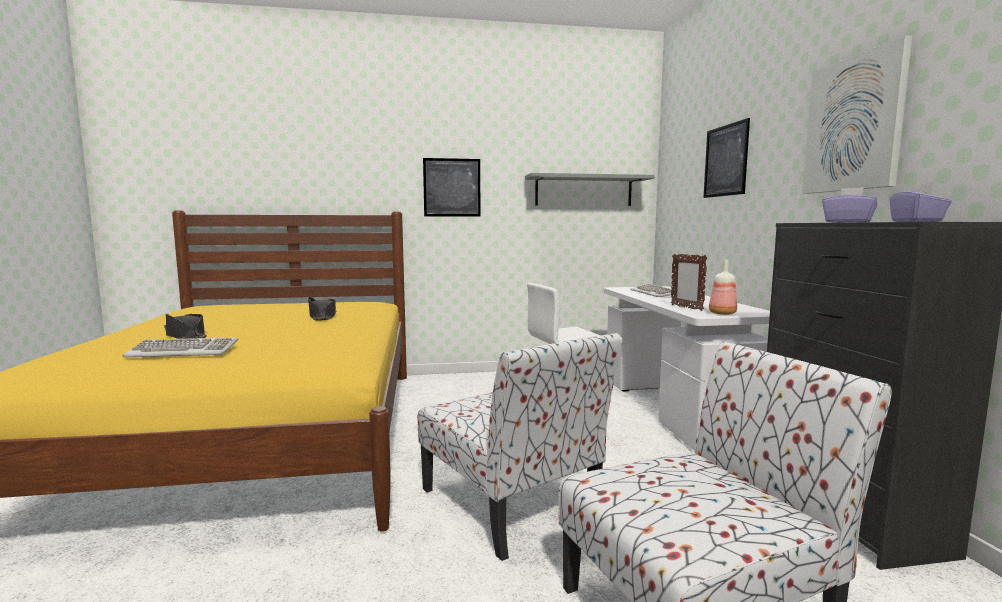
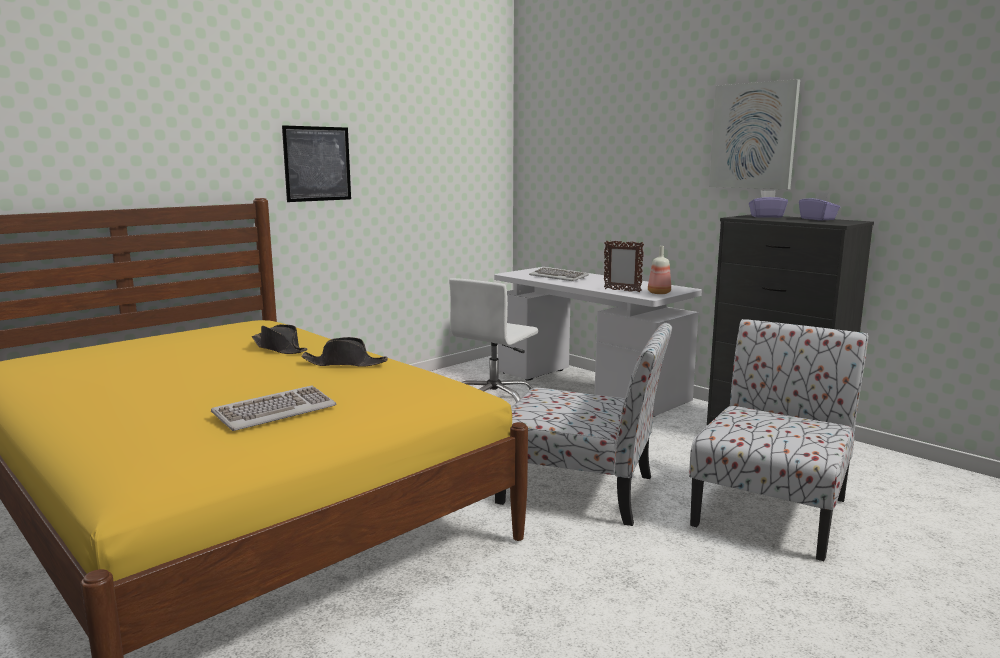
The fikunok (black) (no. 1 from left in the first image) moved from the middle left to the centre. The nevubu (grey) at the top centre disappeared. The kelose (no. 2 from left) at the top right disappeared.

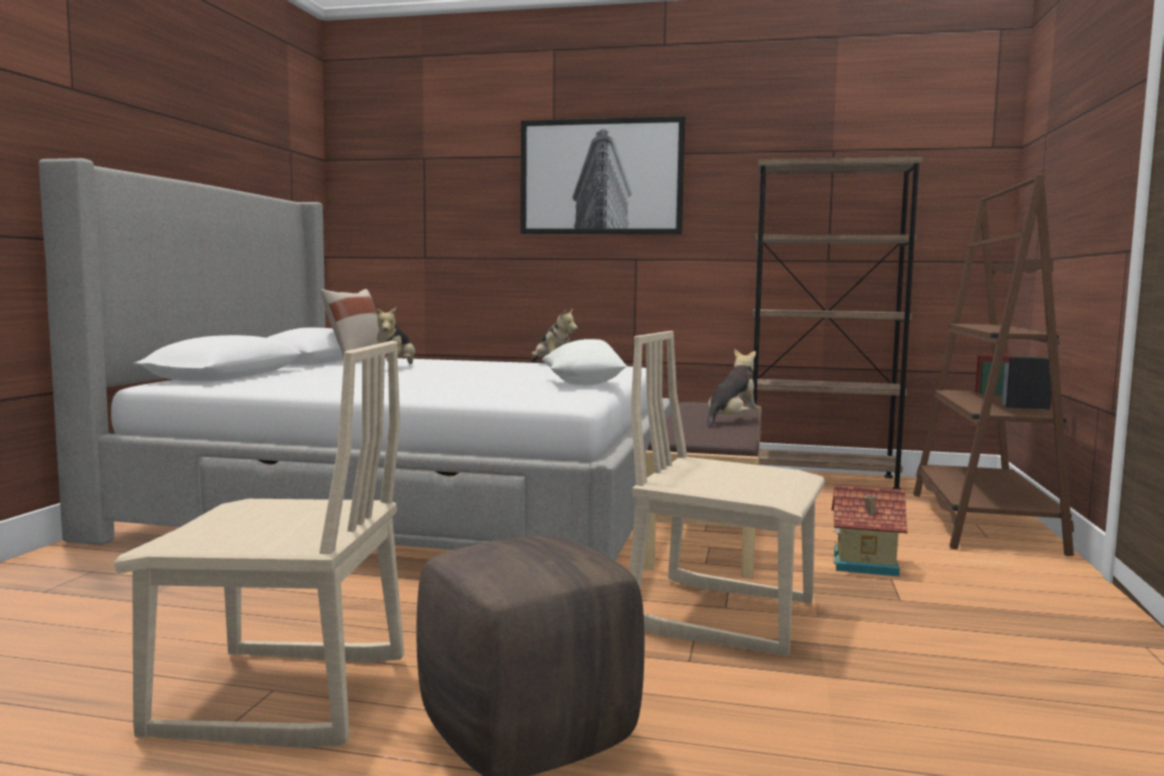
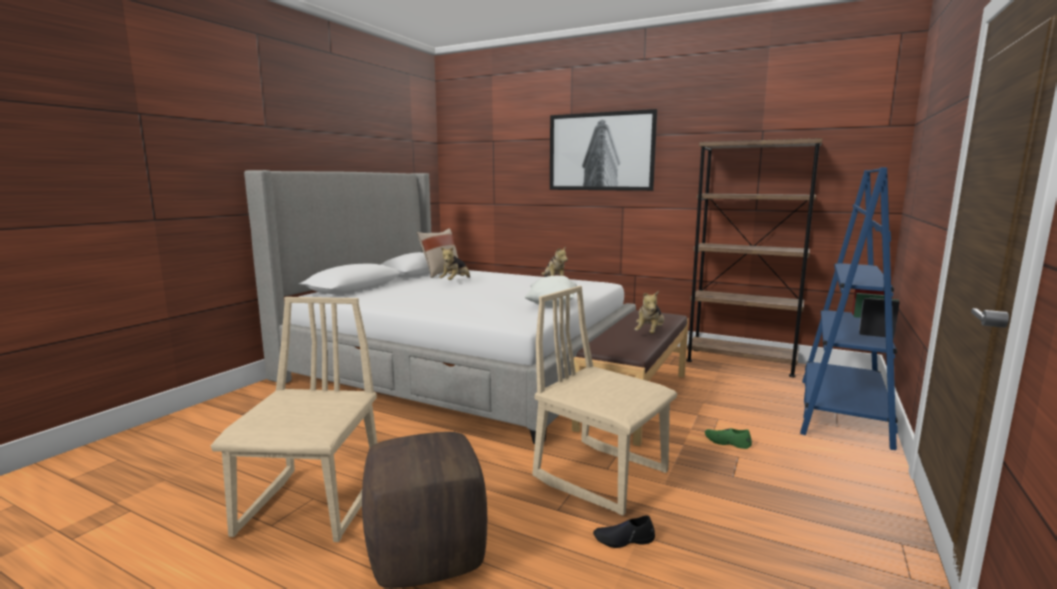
The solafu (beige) (no. 1 from left) at the bottom left turned 105 degrees counterclockwise. The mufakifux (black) at the bottom centre appeared. The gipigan (no. 3 from left) at the centre turned 150 degrees clockwise. The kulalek at the bottom right was replaced by the mufakifux (green) at the bottom right. The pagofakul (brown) (no. 2 from left) at the middle right became the pagofakul (blue) at the middle right.

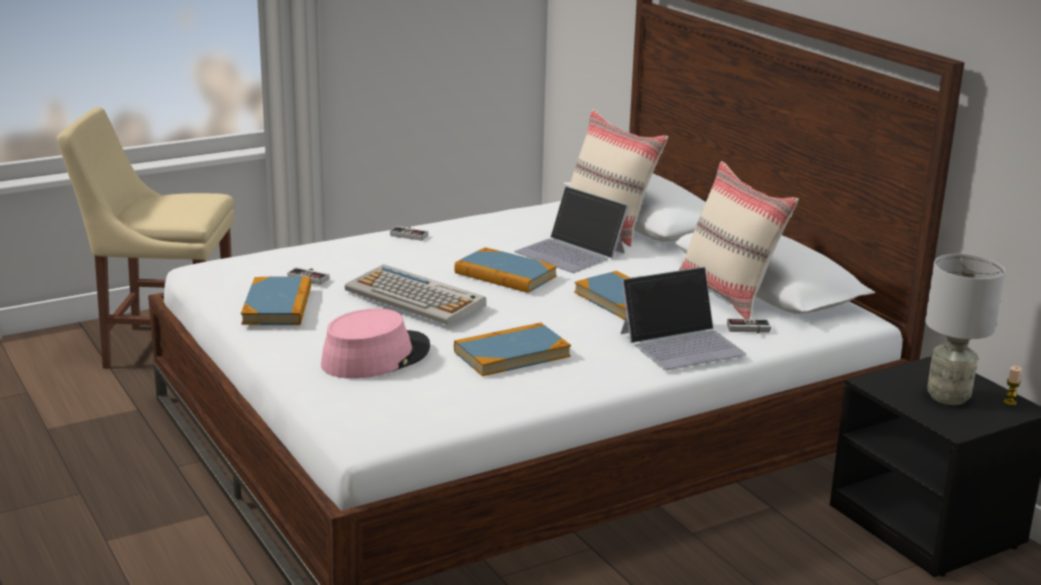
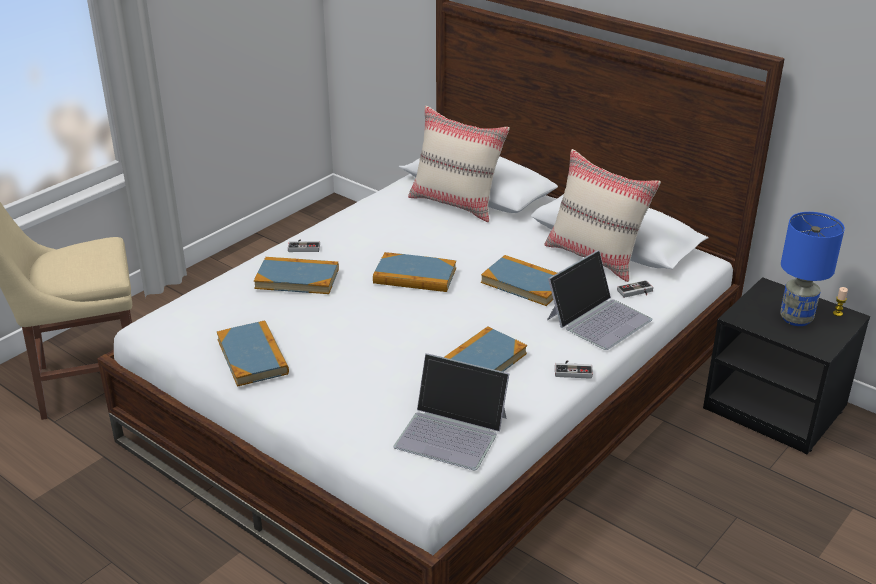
The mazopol (no. 2 from left) at the centre appeared. The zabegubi (no. 1 from left) moved from the centre to the bottom centre. The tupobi (no. 1 from left in the first image) moved from the middle left to the centre. The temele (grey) at the middle right became the temele (blue) at the middle right. The fikunok (pink) at the centre disappeared. The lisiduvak at the centre disappeared.

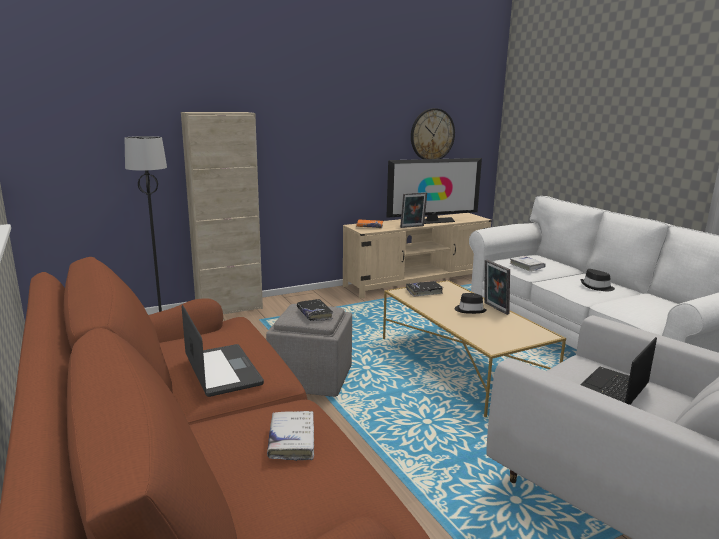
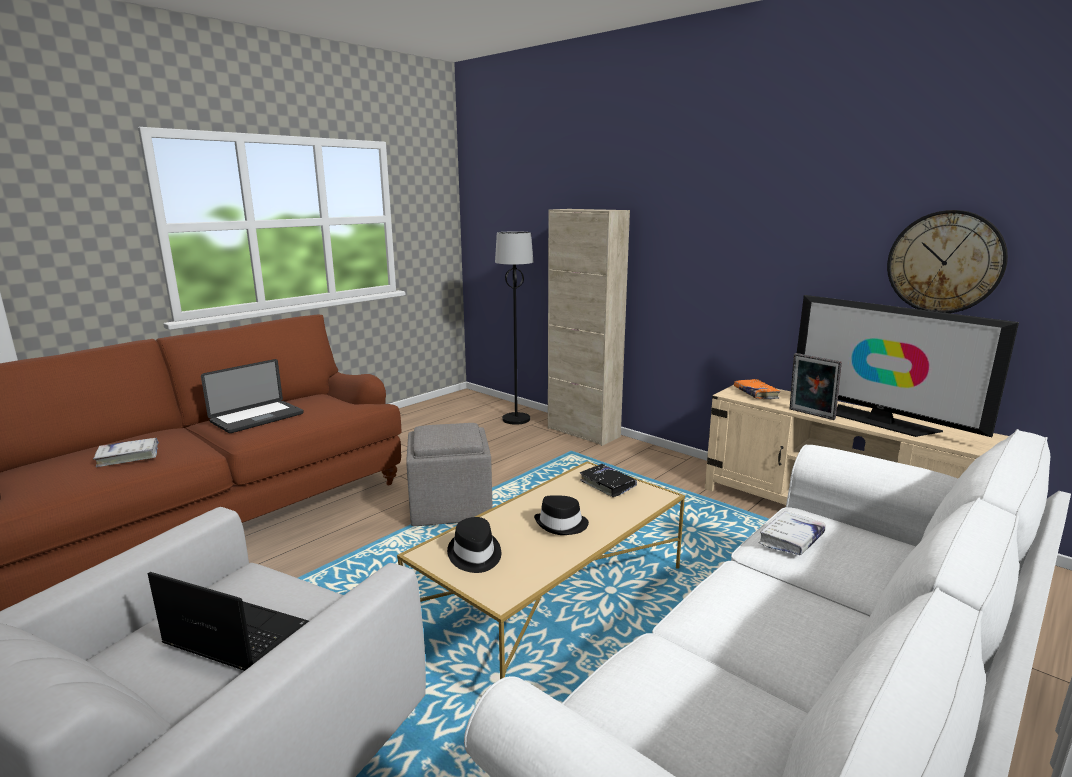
The fikunok (black) (no. 2 from left in the first image) moved from the middle right to the bottom centre. The mazopol (black) (no. 1 from left) at the centre disappeared. The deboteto (no. 2 from left) at the middle right disappeared.

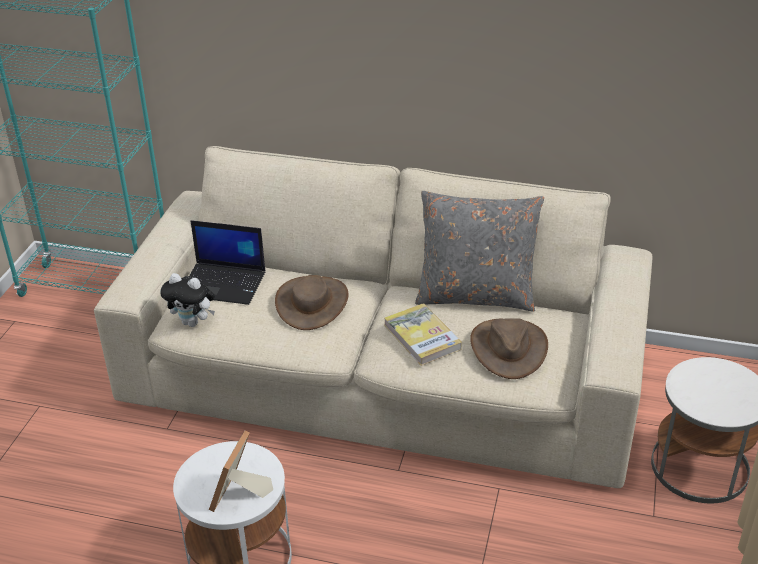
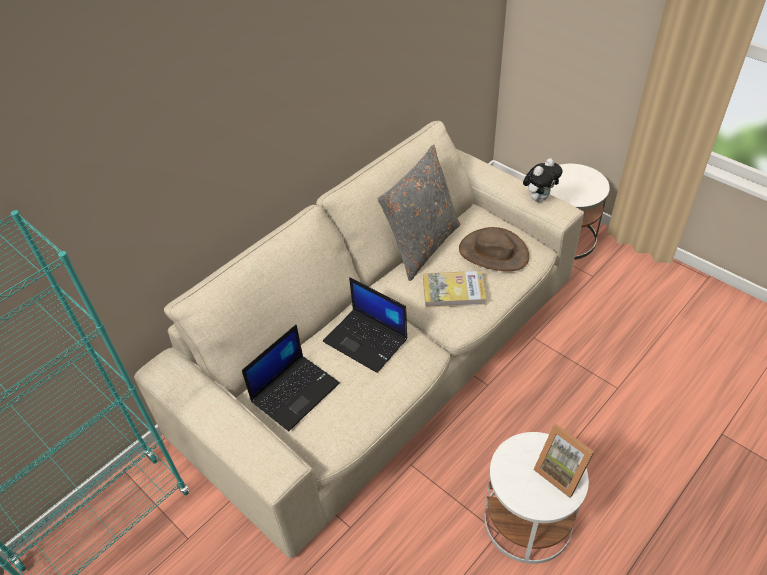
The fikunok (brown) (no. 1 from left) at the centre was replaced by the zabegubi (no. 2 from left) at the centre. The gipigan moved from the middle left to the top right.

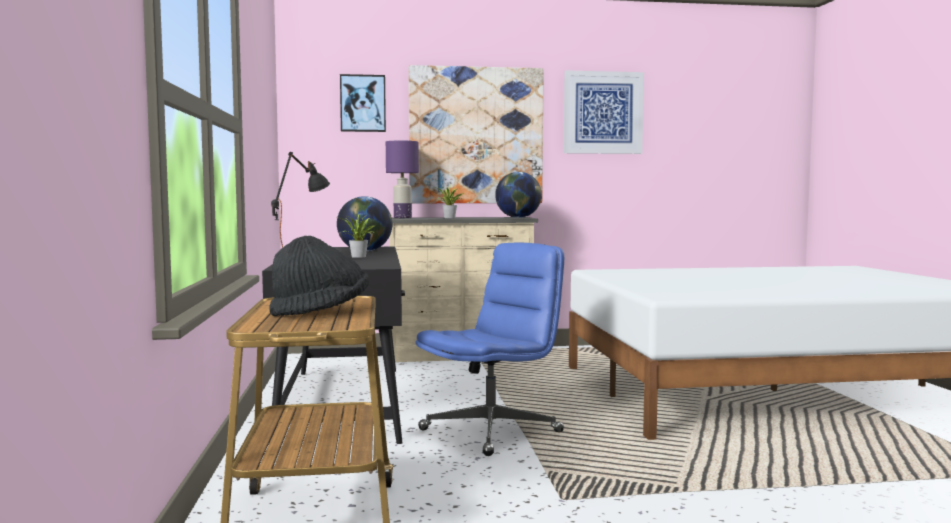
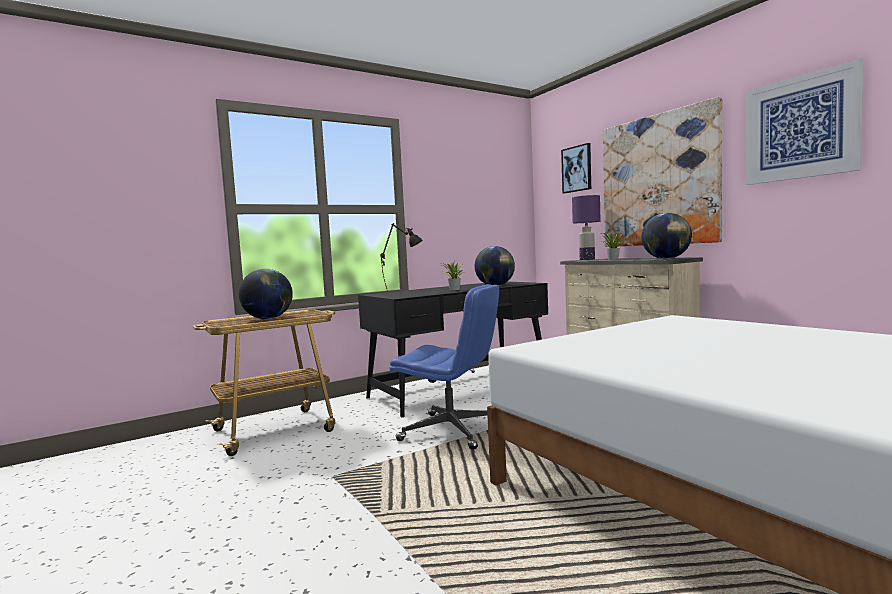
The fikunok (black) at the centre was replaced by the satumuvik (no. 1 from left) at the middle left.

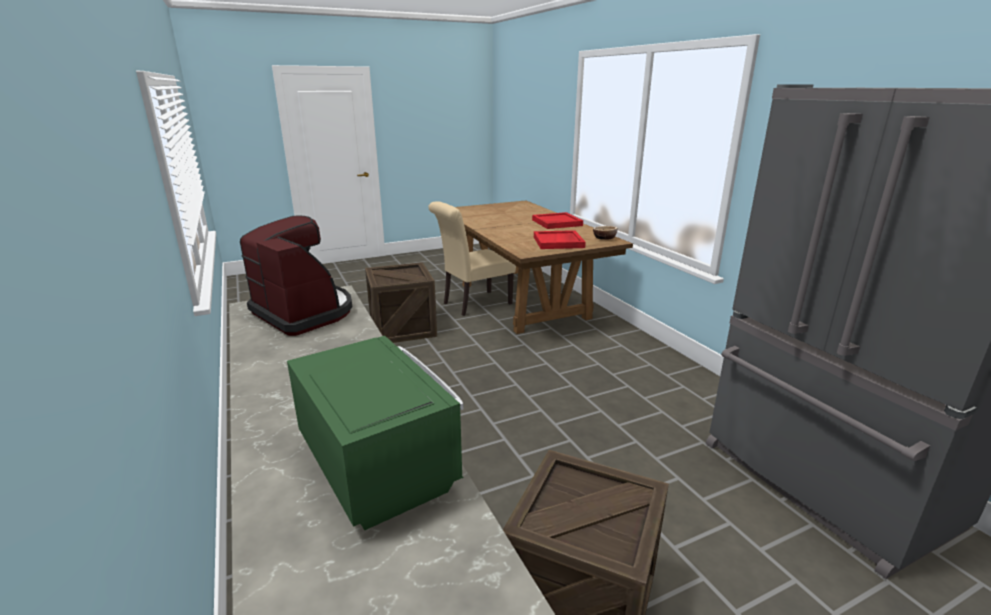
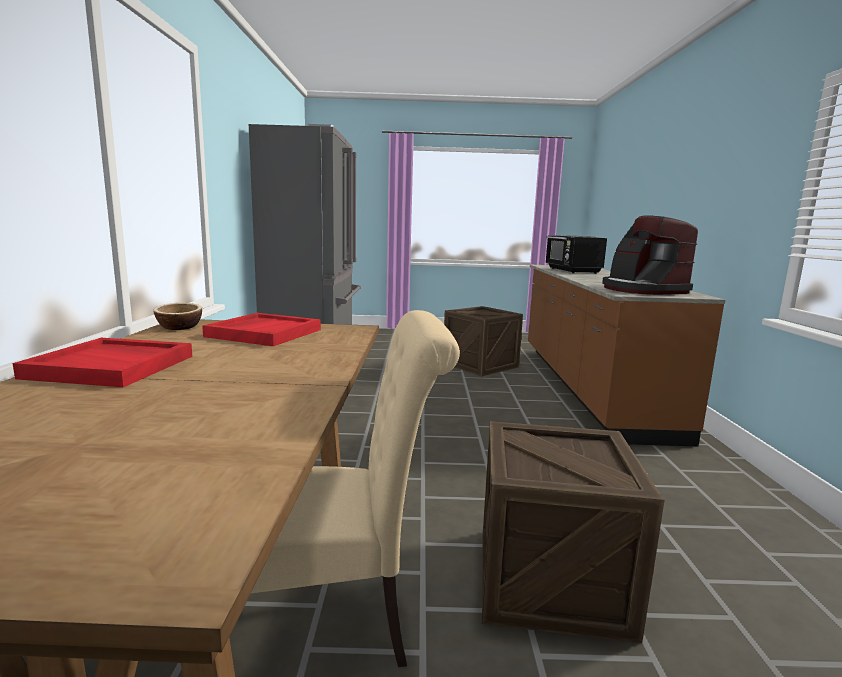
The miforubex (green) at the bottom centre became the miforubex (black) at the middle right.

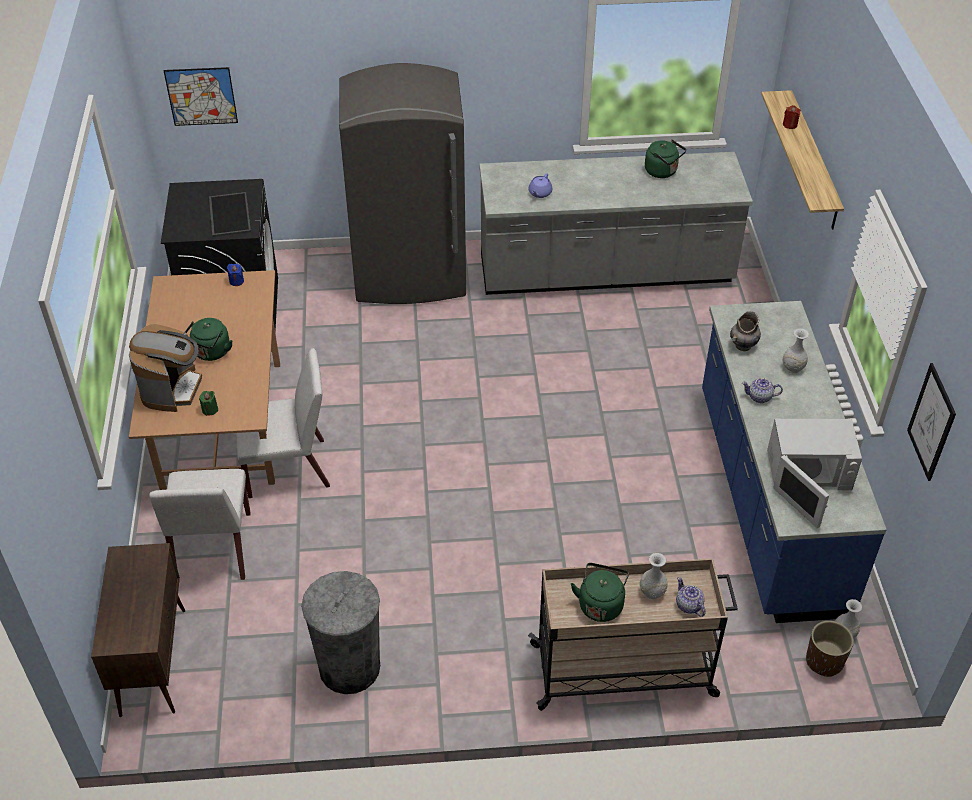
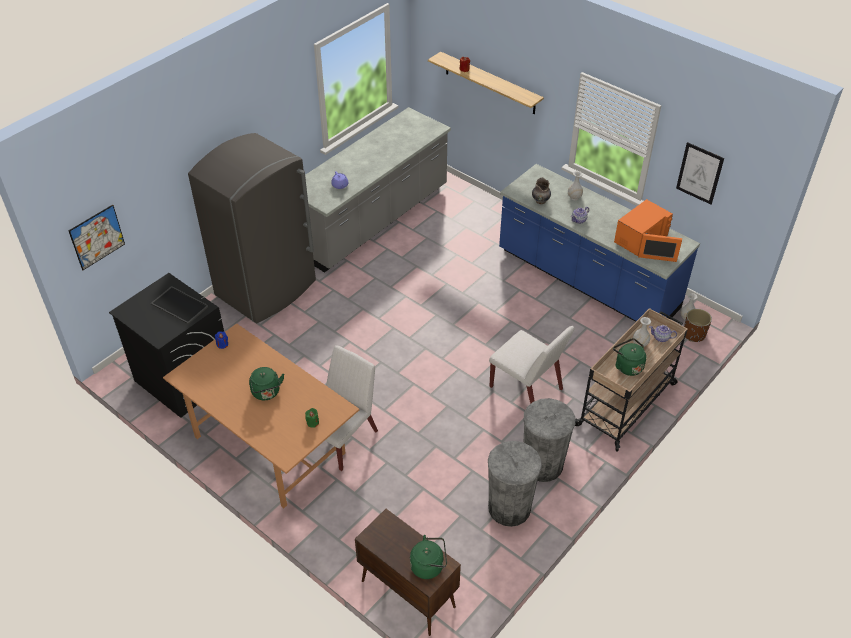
The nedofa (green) (no. 3 from left in the first image) moved from the top right to the bottom centre. The solafu (white) (no. 1 from left in the first image) moved from the middle left to the centre. The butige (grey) (no. 2 from left) at the bottom centre appeared. The miforubex (white) at the middle right became the miforubex (orange) at the middle right. The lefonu at the middle left disappeared.

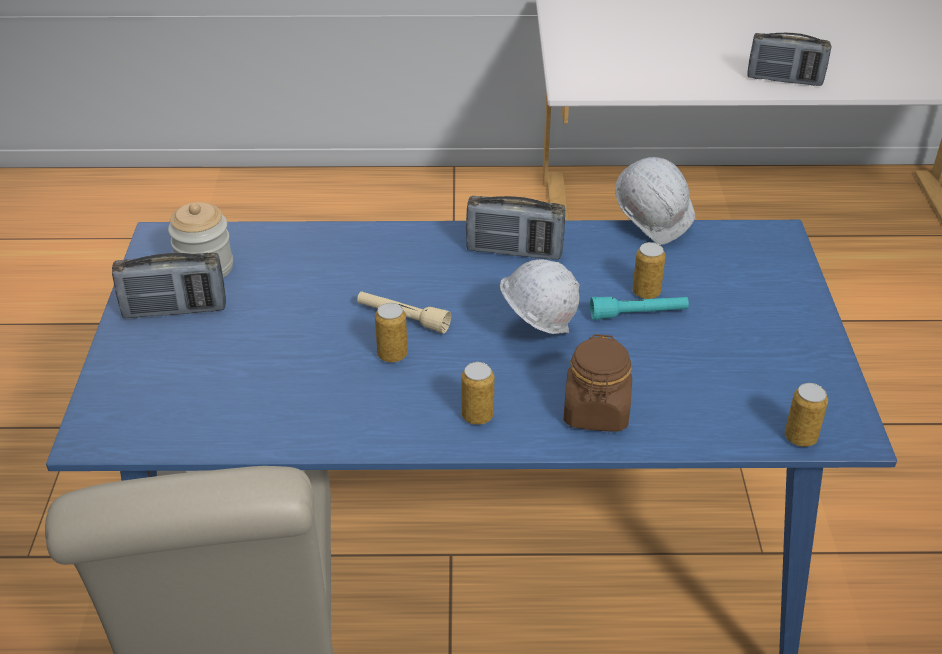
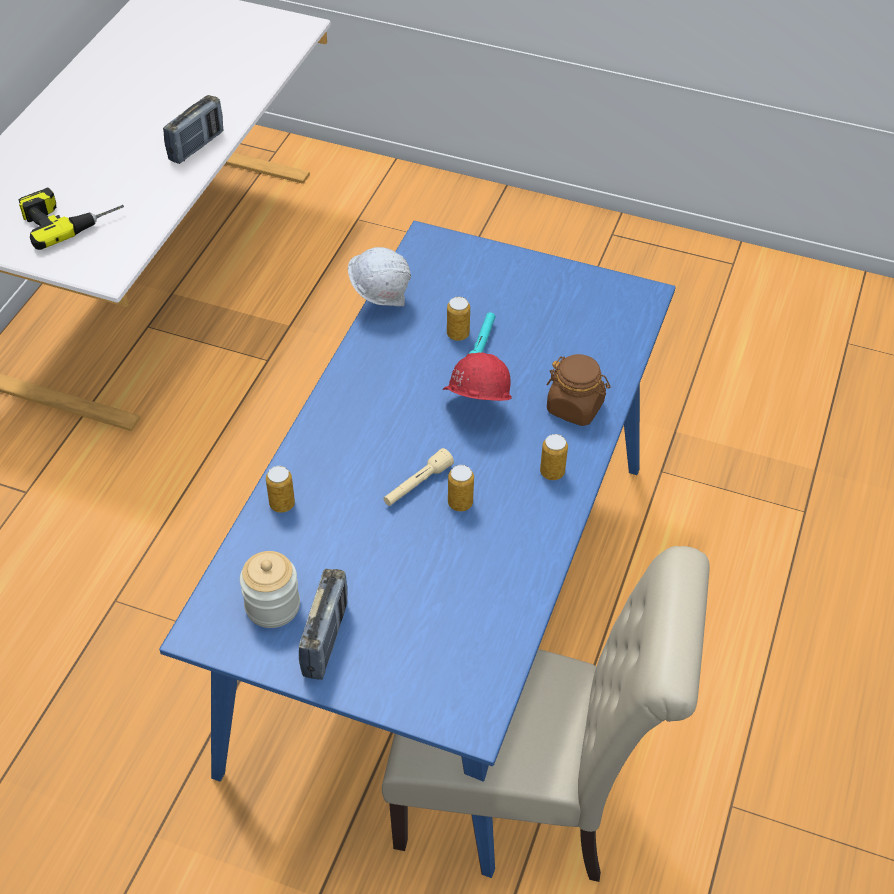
The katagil at the top left appeared. The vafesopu (no. 4 from left in the first image) moved from the middle right to the middle left. The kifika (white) (no. 1 from left) at the centre became the kifika (red) at the centre. The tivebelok (no. 2 from left) at the centre disappeared.

